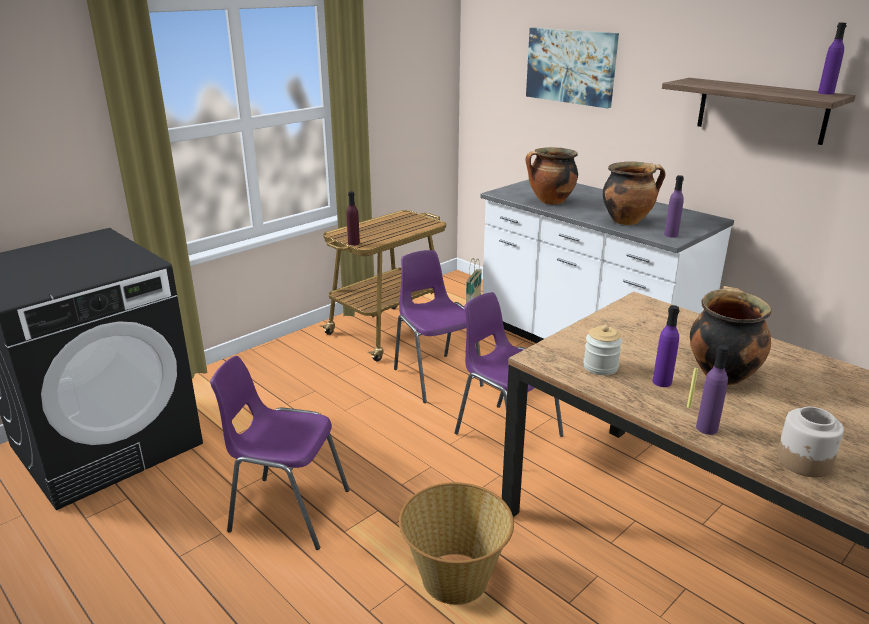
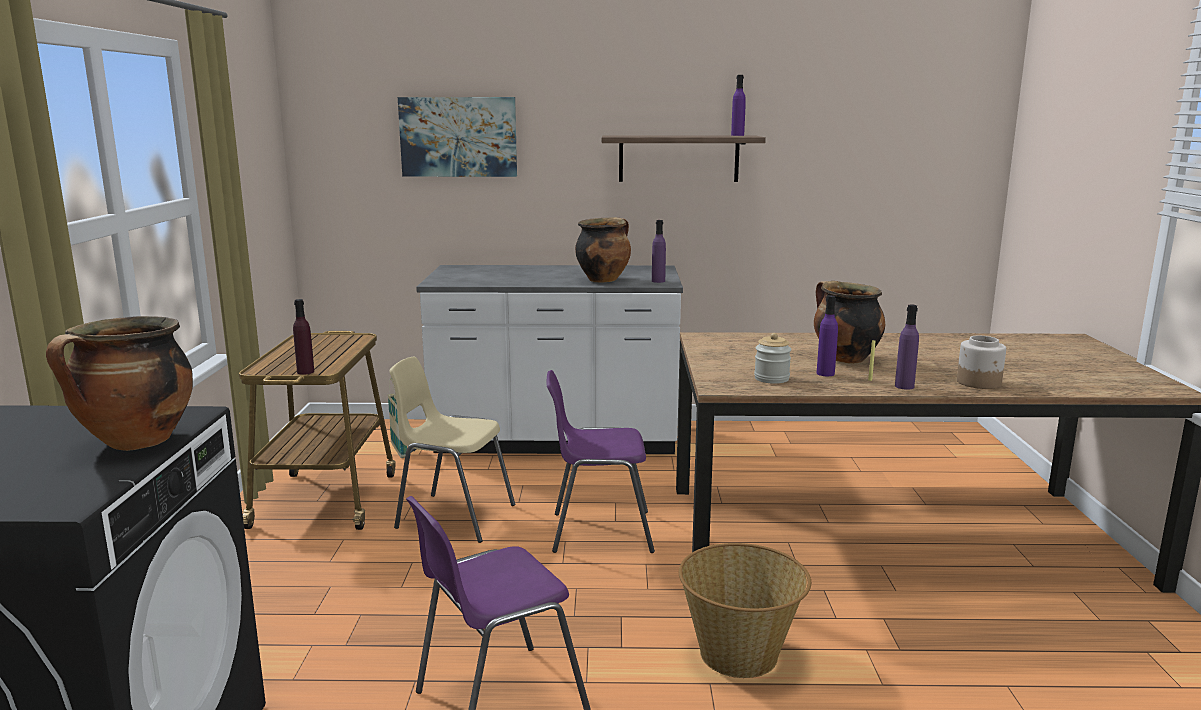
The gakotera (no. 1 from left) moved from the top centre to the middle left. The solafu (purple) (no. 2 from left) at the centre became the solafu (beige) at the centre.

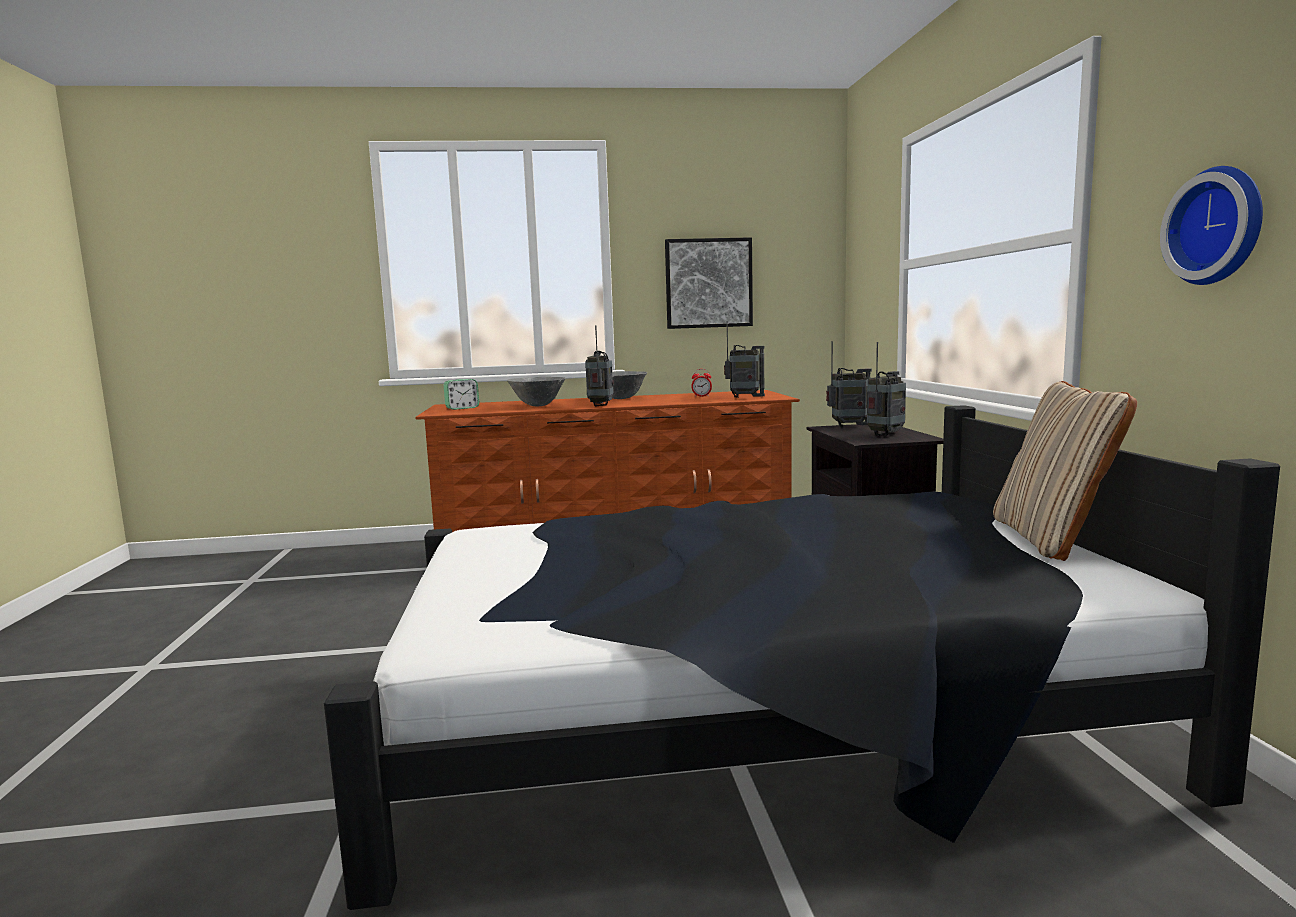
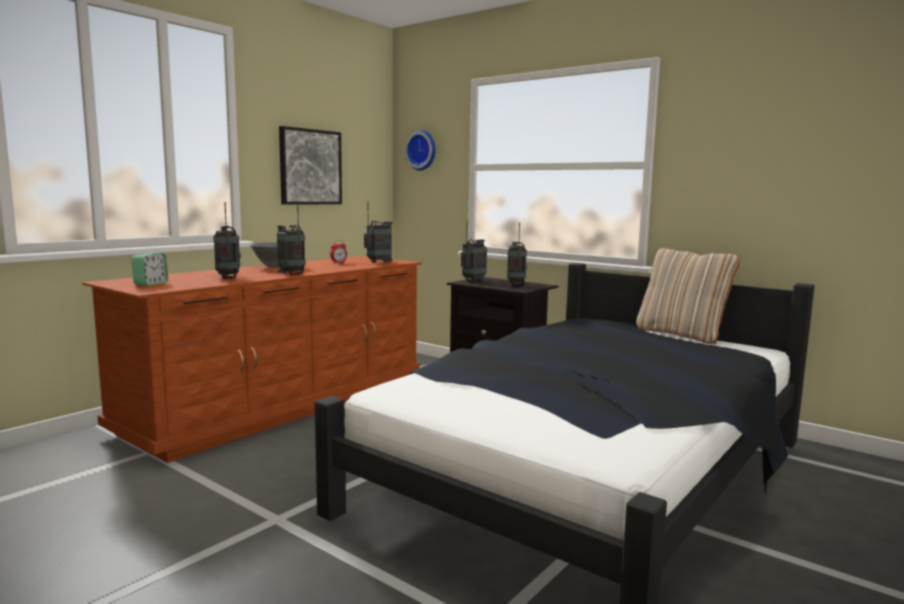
The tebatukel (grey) (no. 1 from left) at the centre was replaced by the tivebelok (no. 1 from left) at the middle left. The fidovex moved from the top right to the top centre.

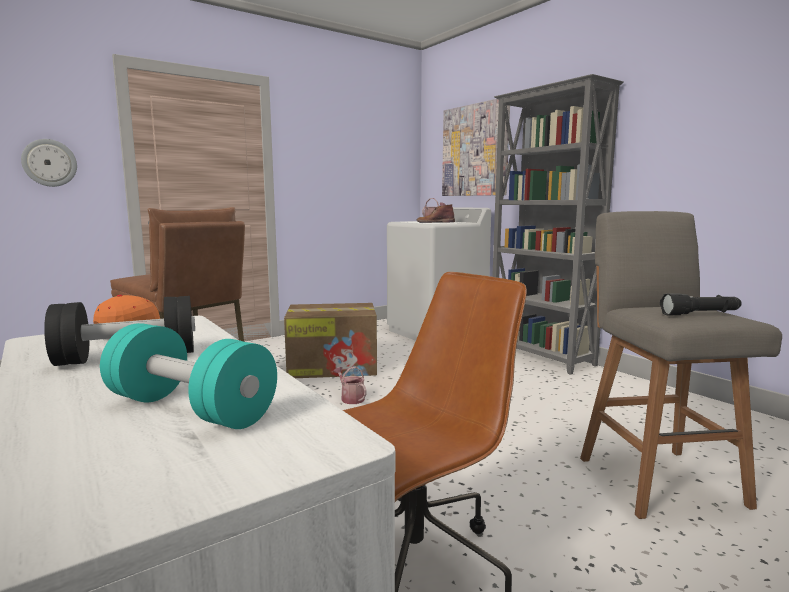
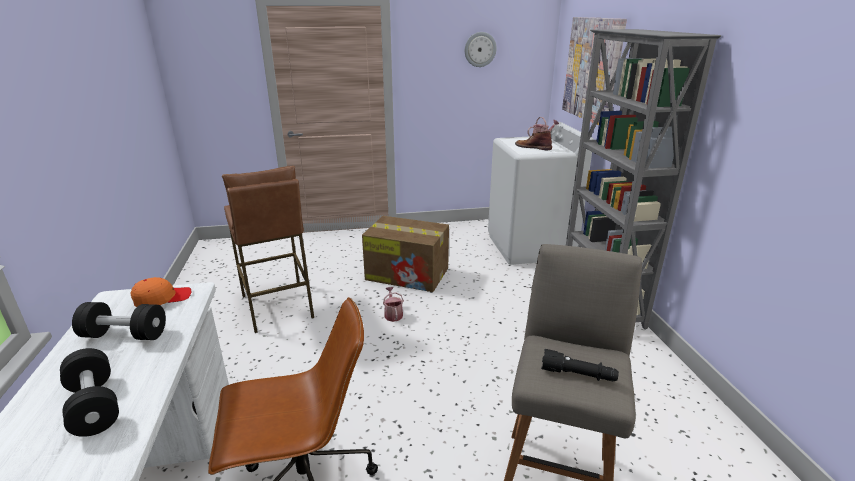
The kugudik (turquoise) at the middle left became the kugudik (black) (no. 1 from left) at the bottom left. The fidovex moved from the top left to the top centre.

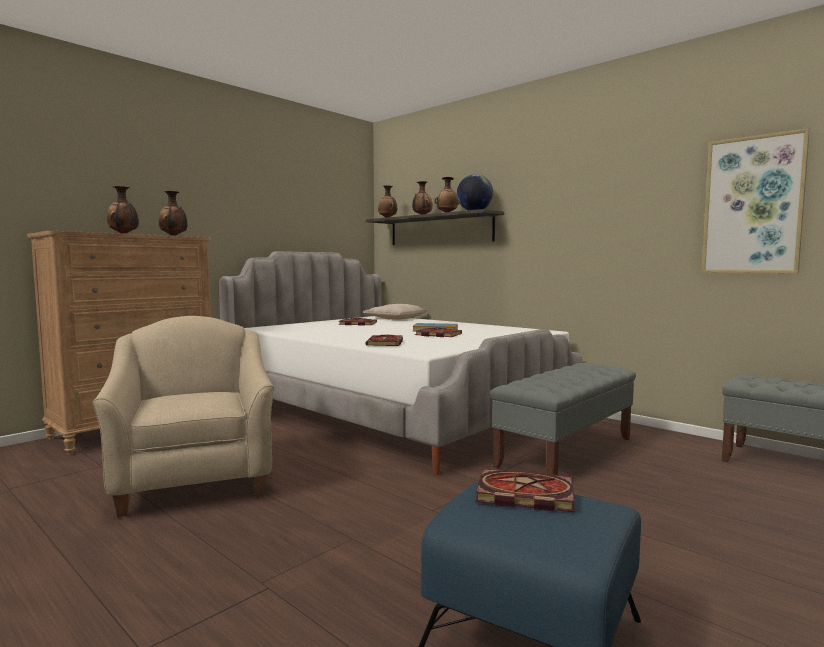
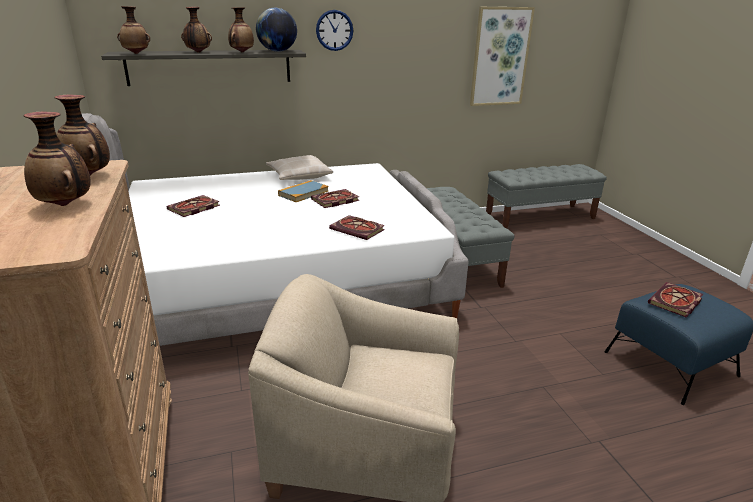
The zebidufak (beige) moved from the centre to the top centre. The fidovex at the top centre appeared.

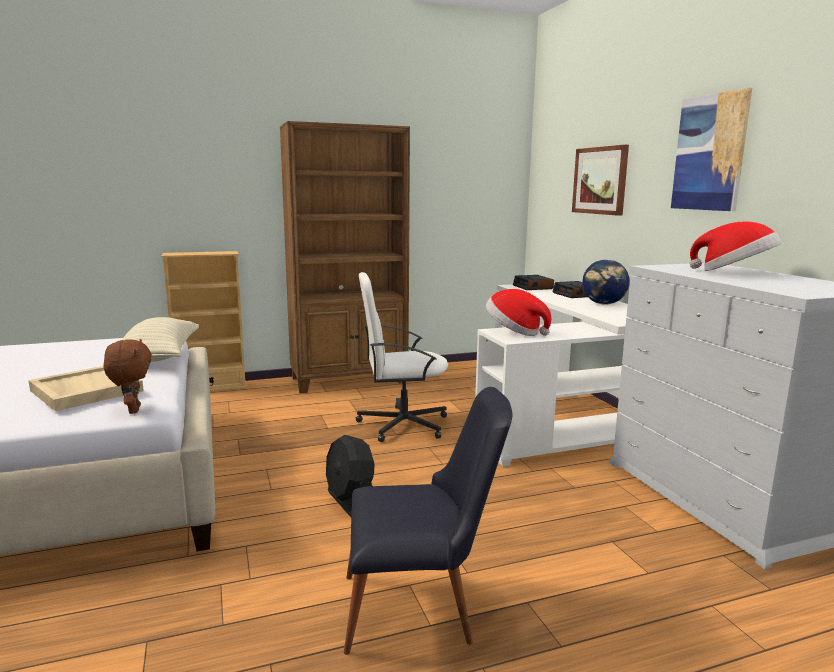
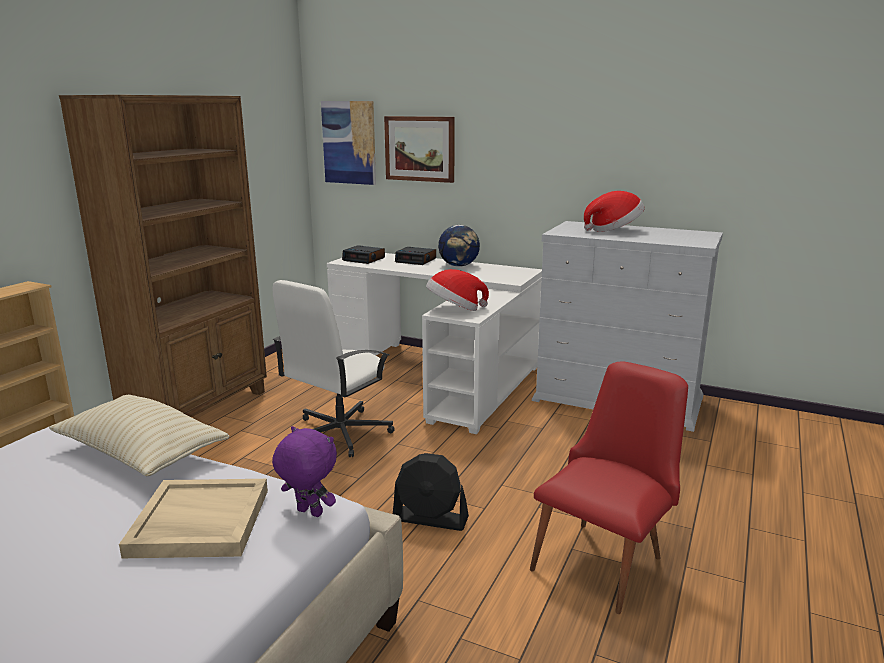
The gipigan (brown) at the middle left became the gipigan (purple) at the bottom centre. The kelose (no. 2 from left in the first image) moved from the top right to the top centre. The solafu (black) at the bottom centre became the solafu (red) at the bottom right.

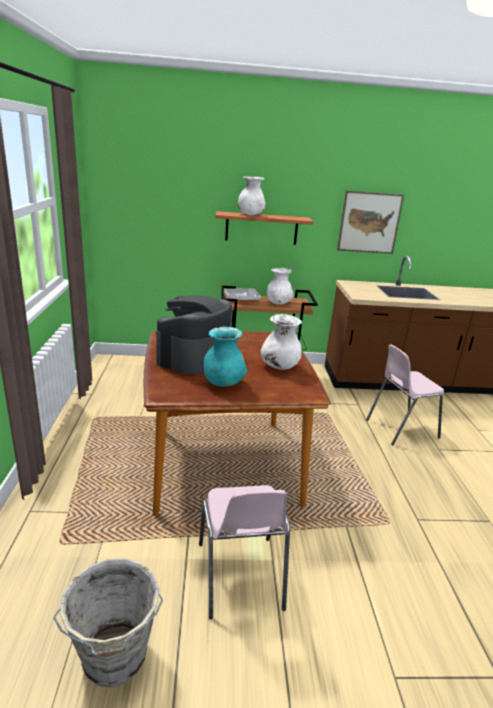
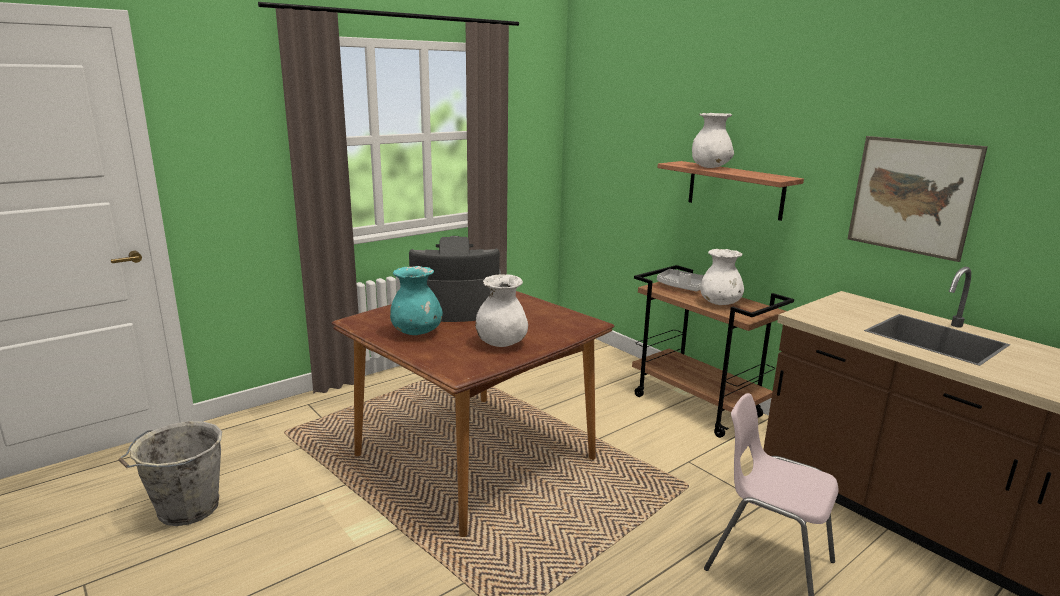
The solafu (pink) (no. 1 from left) at the bottom centre disappeared.

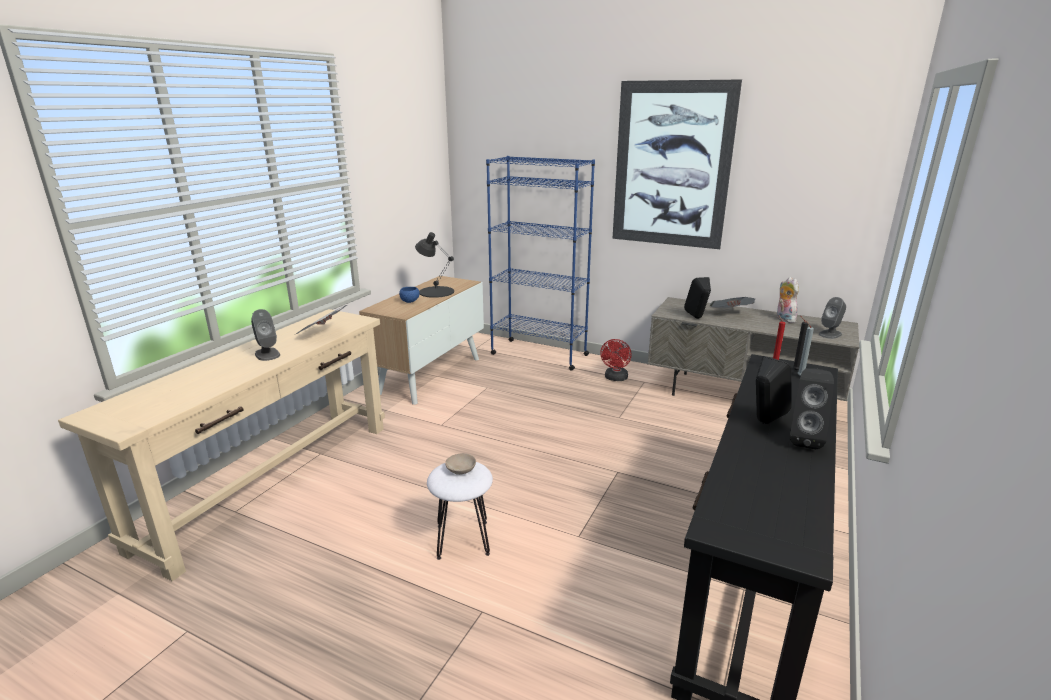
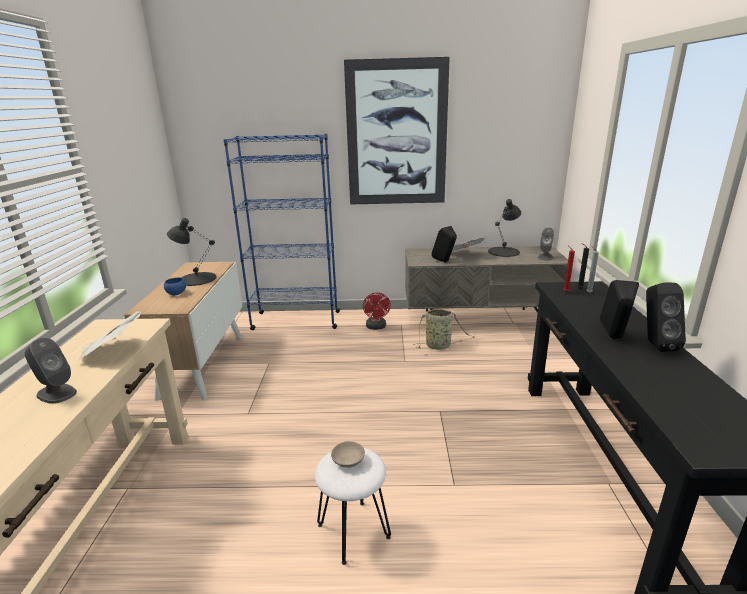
The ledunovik at the centre appeared. The gipigan at the middle right was replaced by the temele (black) (no. 2 from left) at the middle right.

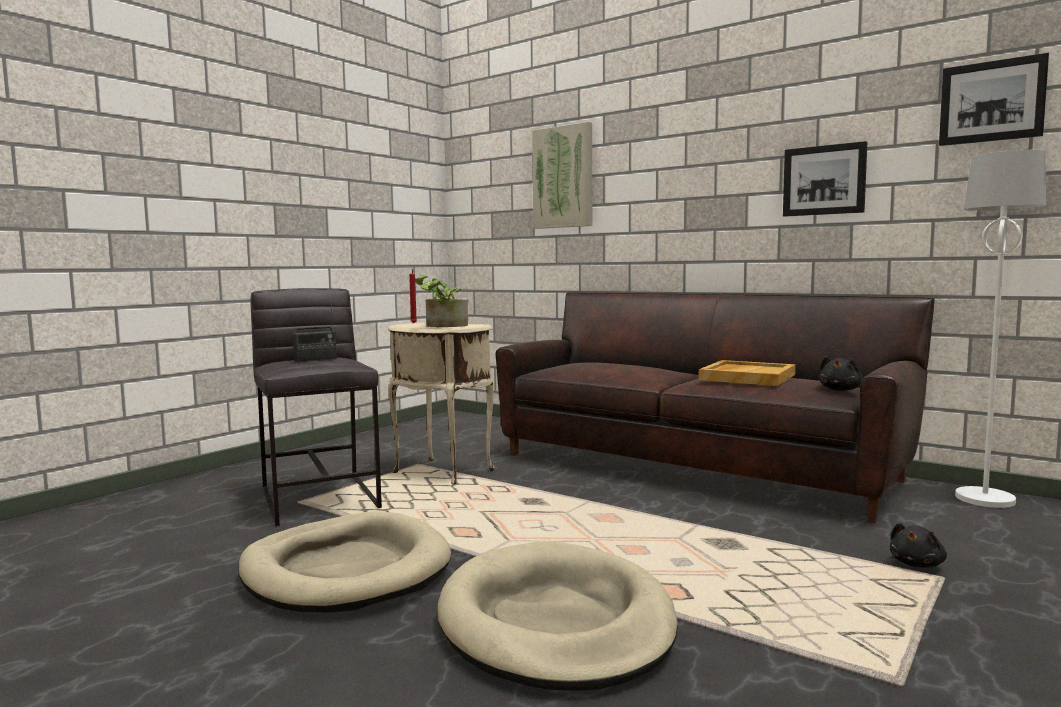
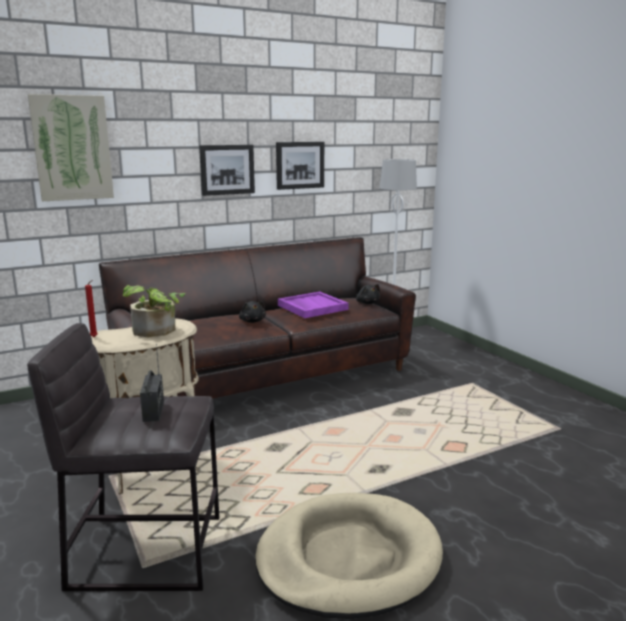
The kelose (no. 3 from left in the first image) moved from the top right to the top centre. The gipigan (black) (no. 2 from left in the first image) moved from the bottom right to the centre. The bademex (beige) at the middle right became the bademex (purple) at the centre. The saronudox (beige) (no. 2 from left) at the bottom centre disappeared.

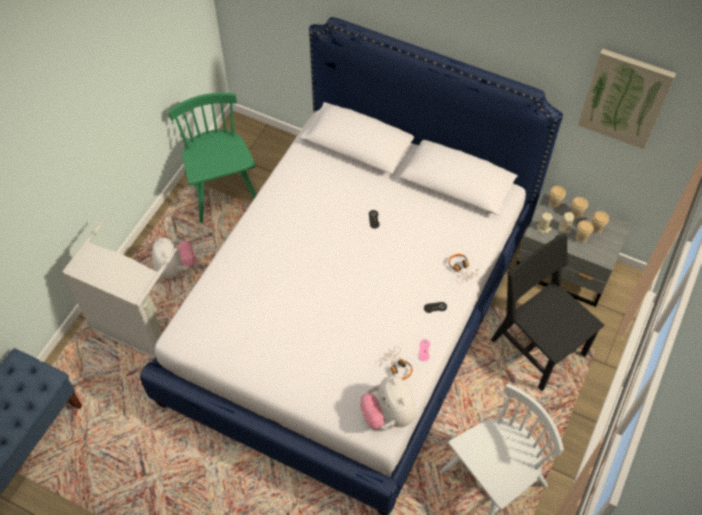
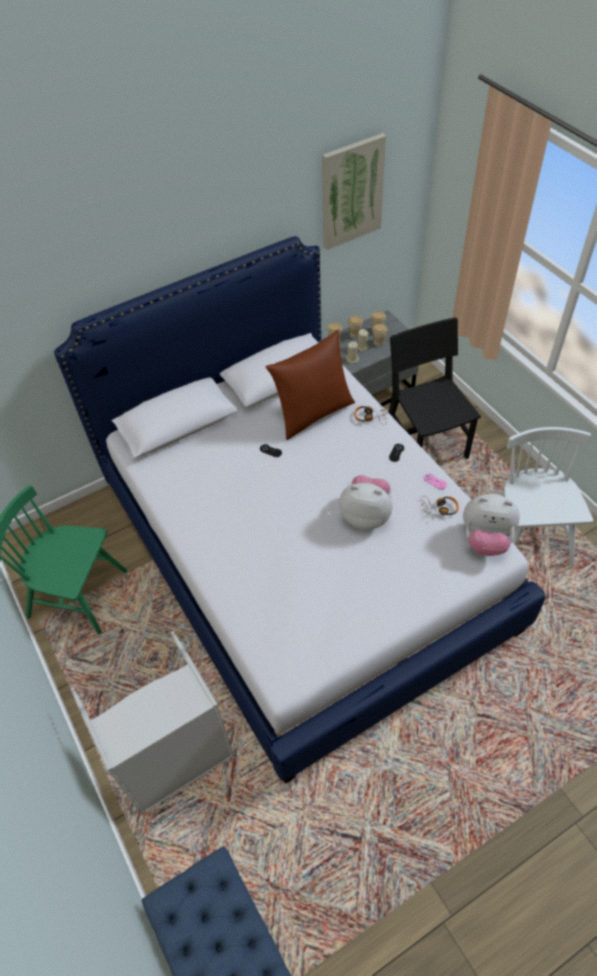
The zebidufak (brown) at the centre appeared. The gipigan (no. 1 from left) moved from the middle left to the centre. The solafu (black) at the middle right turned 75 degrees clockwise.

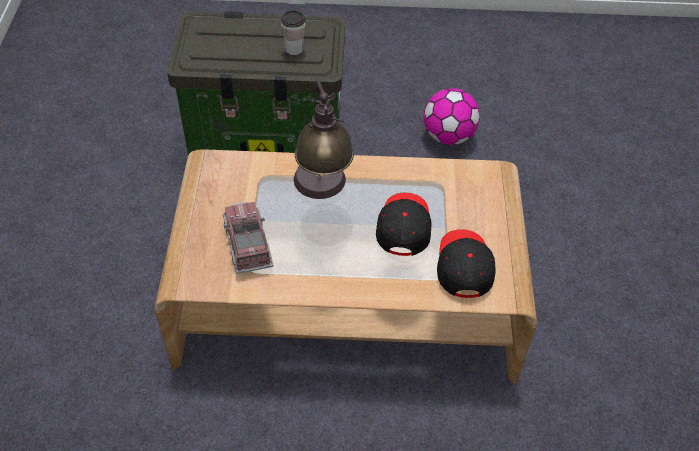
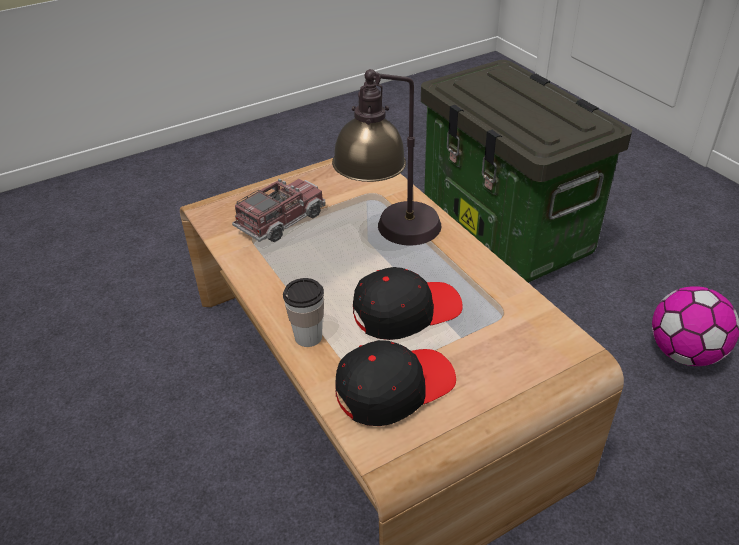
The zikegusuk moved from the top centre to the centre.

